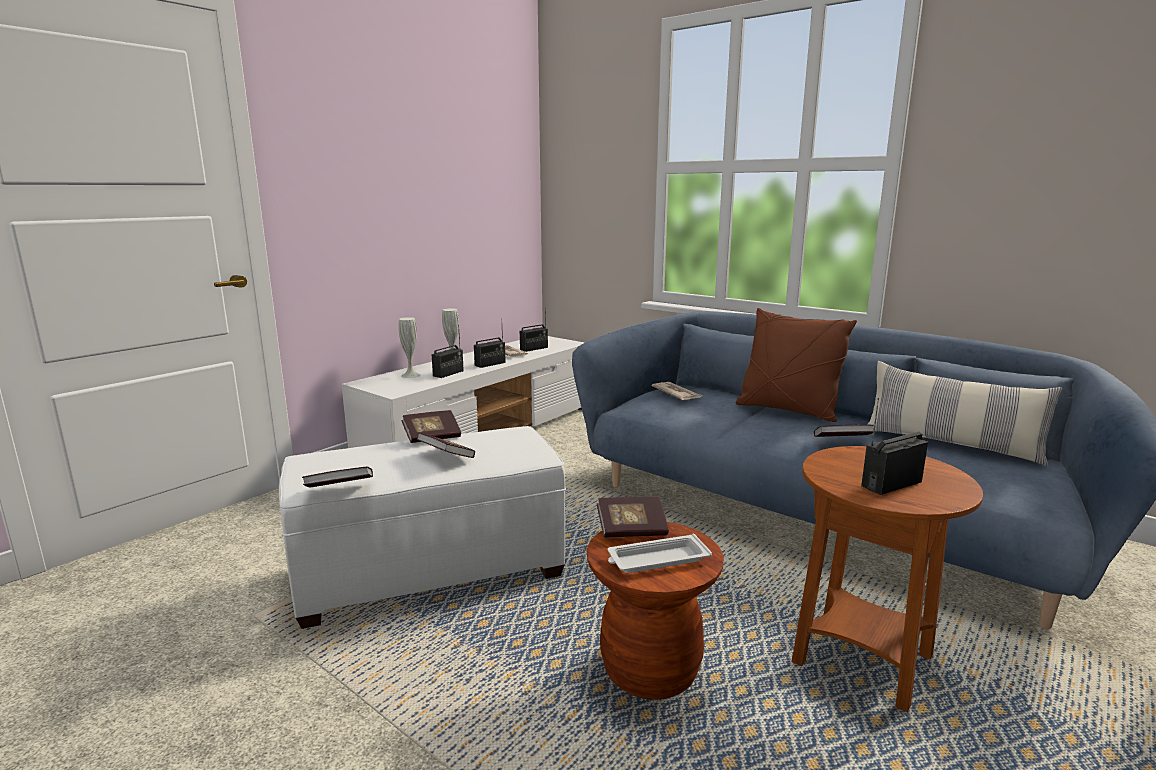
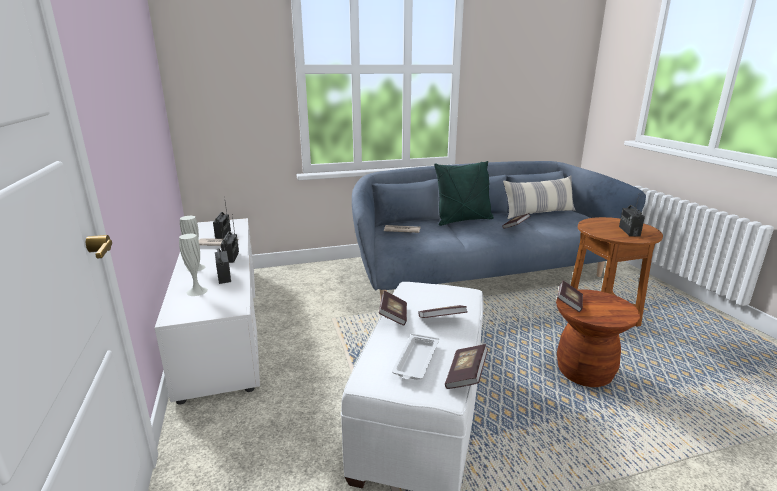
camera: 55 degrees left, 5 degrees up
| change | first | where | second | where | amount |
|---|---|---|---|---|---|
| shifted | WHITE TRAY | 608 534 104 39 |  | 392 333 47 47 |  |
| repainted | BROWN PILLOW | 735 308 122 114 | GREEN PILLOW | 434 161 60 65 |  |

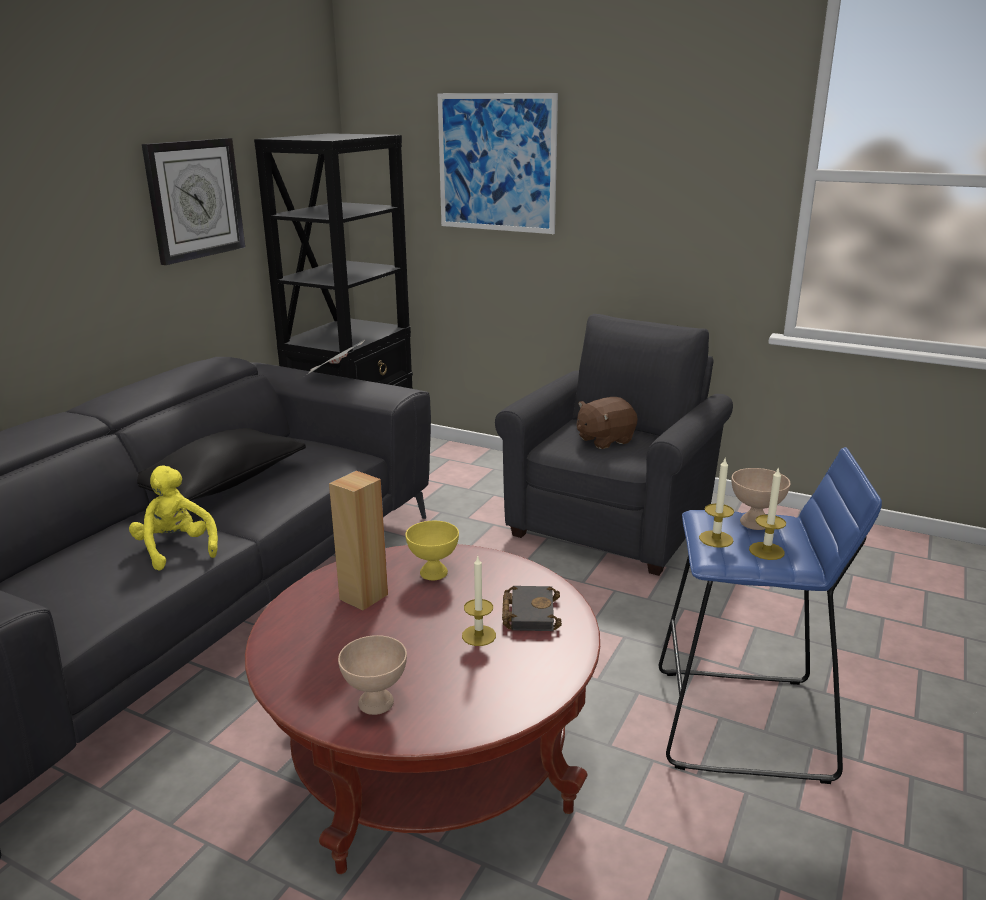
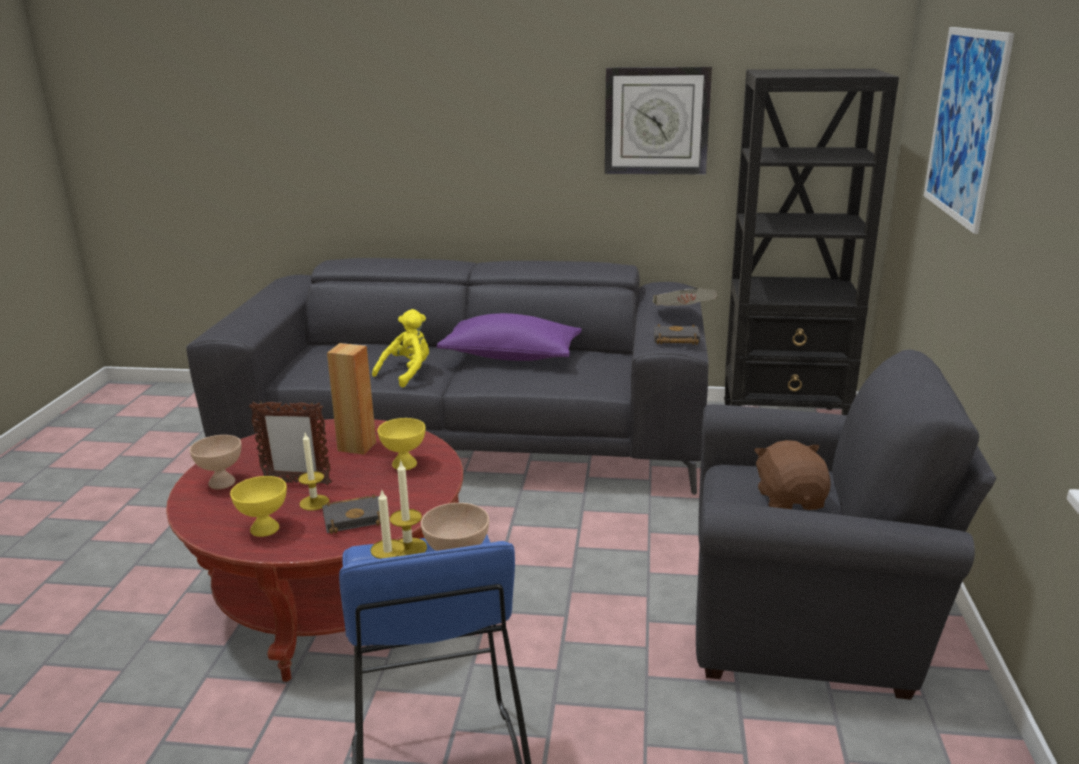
camera: 70 degrees right, 0 degrees up
| change | first | where | second | where | amount |
|---|---|---|---|---|---|
| repainted | BLACK PILLOW | 137 428 169 73 | PURPLE PILLOW | 436 313 146 48 |  |
| rotated | BROWN PLUSH TOY | 577 397 61 52 |  | 754 440 76 70 | 45 degrees clockwise |
| new |  |  | YELLOW BOWL | 230 476 57 61 |  |
| new |  |  | PICTURE FRAME | 249 401 83 84 |  |
| new |  |  | BLACK BOOK | 654 324 46 21 |  |

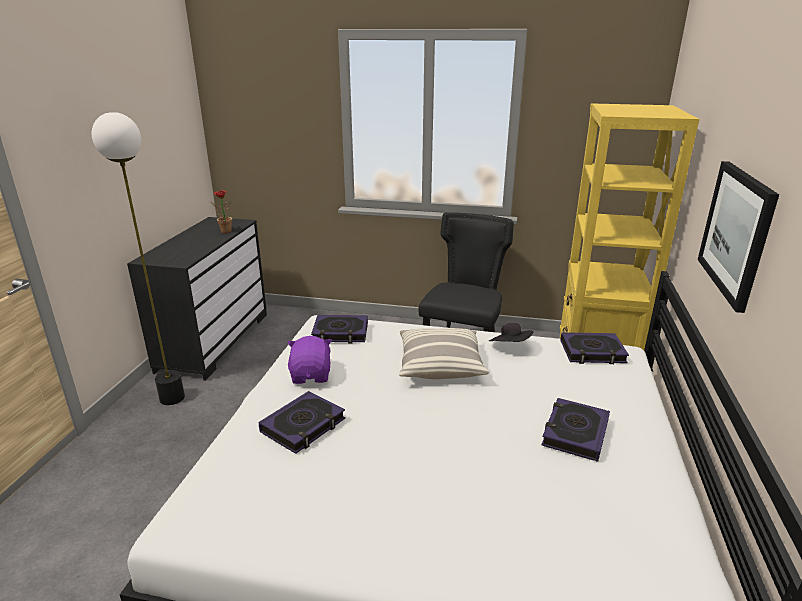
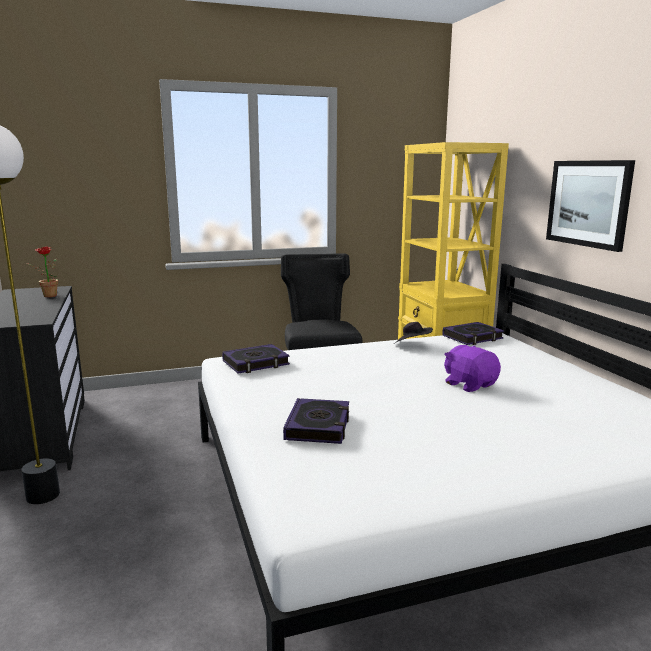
camera: 30 degrees left, 10 degrees down
| change | first | where | second | where | amount |
|---|---|---|---|---|---|
| shifted | PURPLE PLUSH TOY | 287 336 45 48 |  | 444 345 57 47 |  |
| gone | PILLOW | 399 328 90 51 |  |  |  |
| gone | BOOK | 541 398 69 64 |  |  |  |

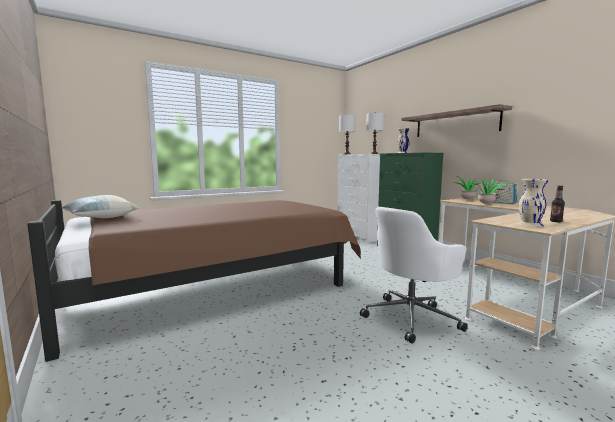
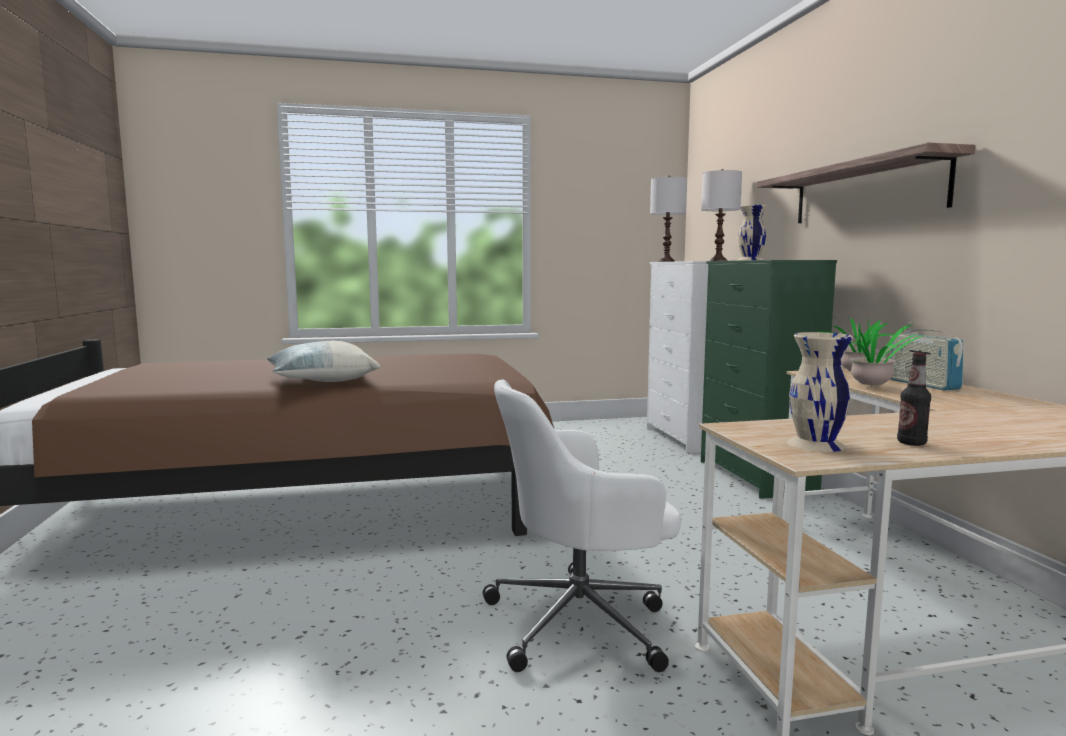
camera: 20 degrees right, 0 degrees up
| change | first | where | second | where | amount |
|---|---|---|---|---|---|
| shifted | PILLOW | 61 195 78 23 |  | 267 341 114 41 |  |

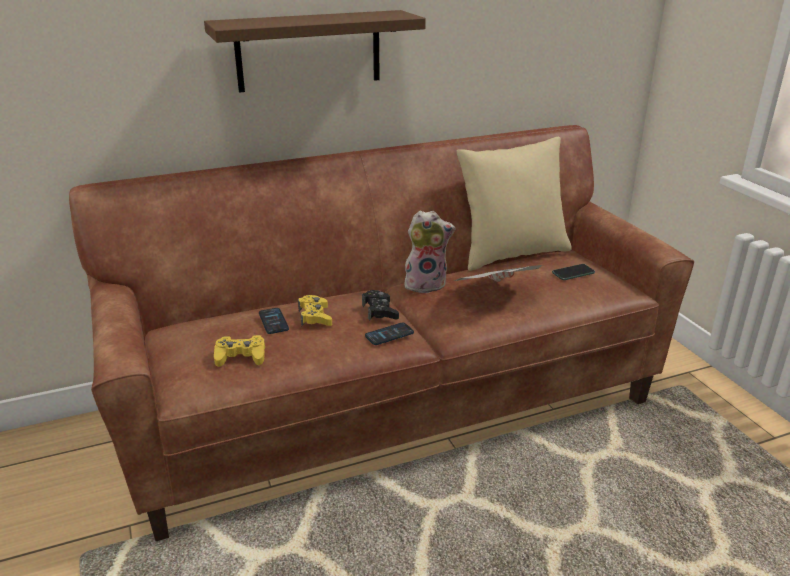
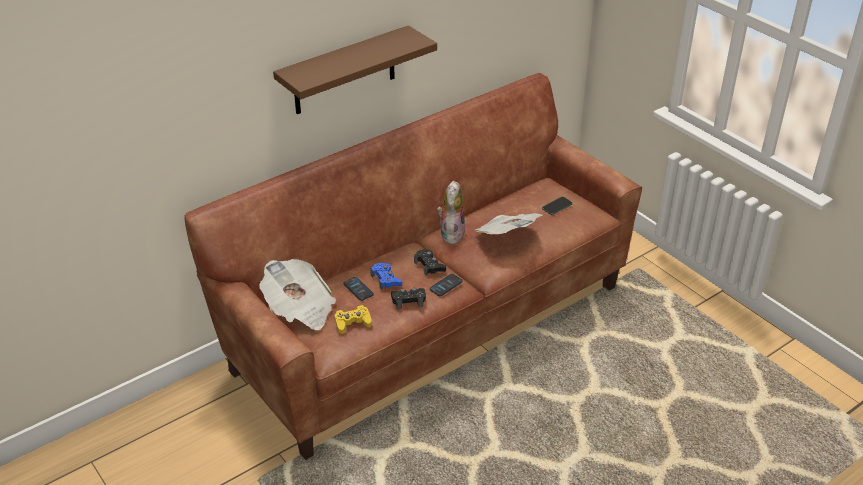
camera: 15 degrees left, 10 degrees up
| change | first | where | second | where | amount |
|---|---|---|---|---|---|
| repainted | YELLOW GAME CONTROLLER | 298 295 34 31 | BLUE GAME CONTROLLER | 371 263 31 27 |  |
| rotated | PLUSH TOY | 404 210 51 84 |  | 437 181 28 63 | 60 degrees counterclockwise |
| gone | BEIGE PILLOW | 457 137 115 134 |  |  |  |
| new |  |  | NEWSPAPER | 259 259 77 71 |  |
| new |  |  | BLACK GAME CONTROLLER | 391 288 35 21 |  |

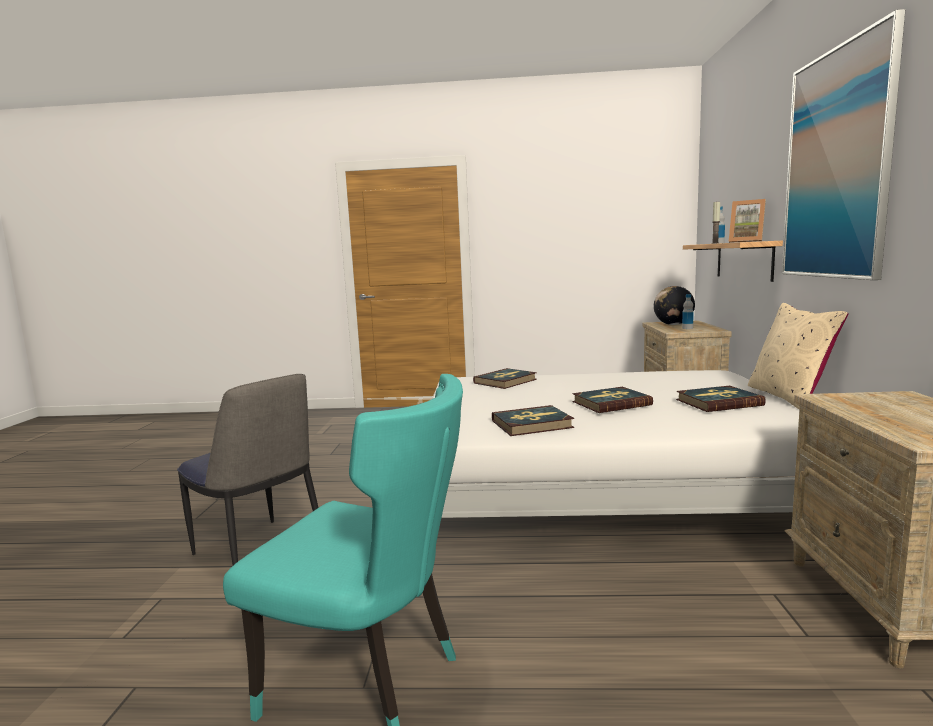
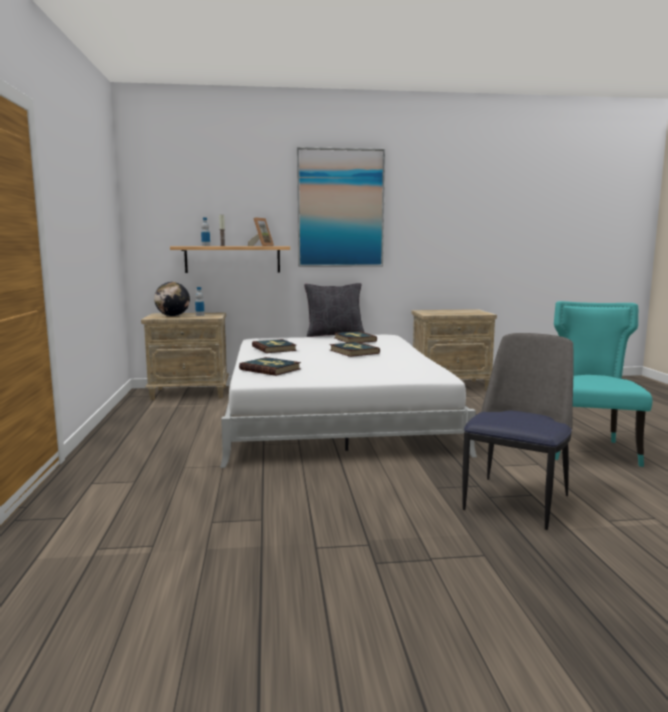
camera: 100 degrees left, 0 degrees up
| change | first | where | second | where | amount |
|---|---|---|---|---|---|
| shifted | BOOK | 492 405 82 31 |  | 252 339 45 14 |  |
| repainted | BEIGE PILLOW | 748 303 100 106 | BLACK PILLOW | 304 283 61 54 |  |

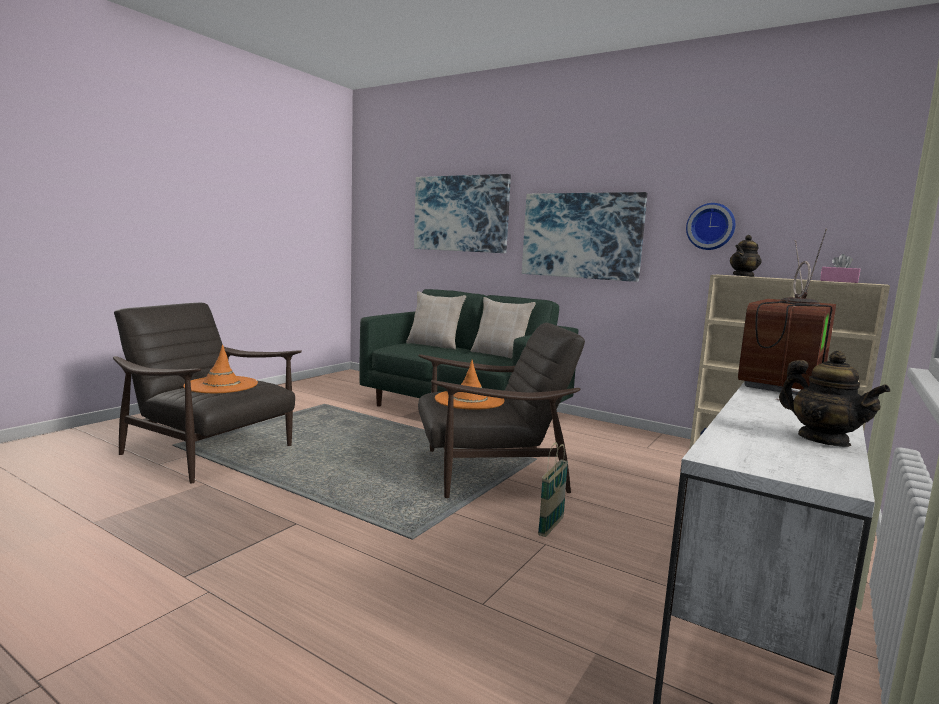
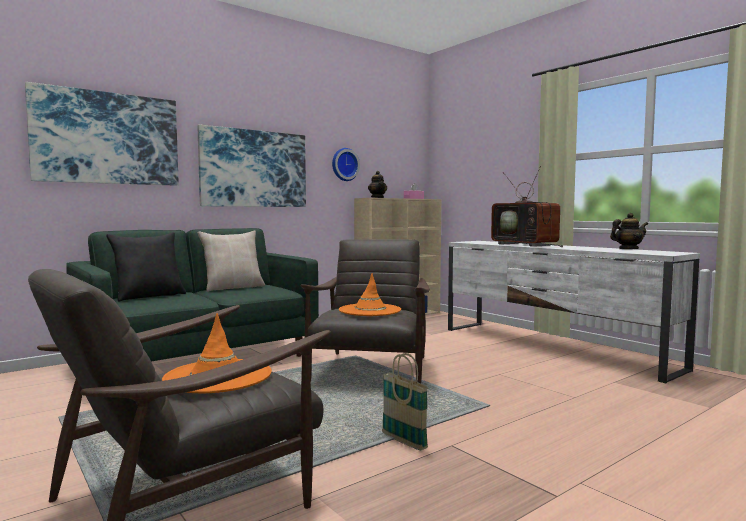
camera: 70 degrees left, 5 degrees down
| change | first | where | second | where | amount |
|---|---|---|---|---|---|
| repainted | BEIGE PILLOW | 406 291 60 59 | BLACK PILLOW | 106 232 80 70 |  |
| shifted | BASKET | 538 442 30 95 |  | 382 353 47 97 |  |

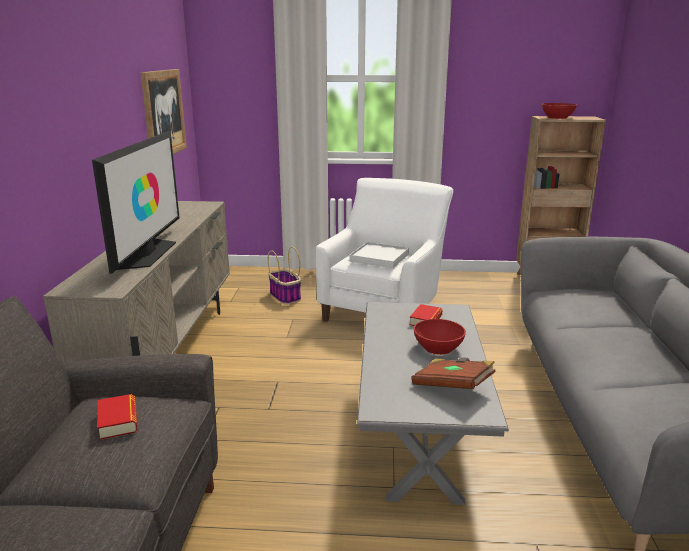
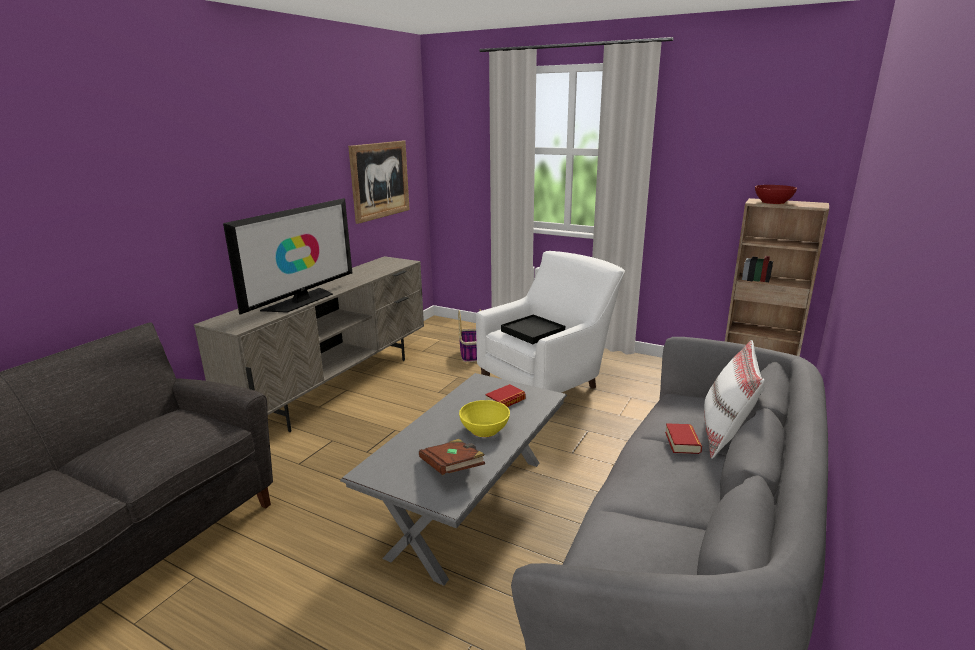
camera: 25 degrees right, 0 degrees up
| change | first | where | second | where | amount |
|---|---|---|---|---|---|
| shifted | BOOK | 97 394 41 46 |  | 665 423 37 31 |  |
| repainted | WHITE TRAY | 349 242 60 26 | BLACK TRAY | 501 314 64 30 |  |
| repainted | RED BOWL | 414 319 52 36 | YELLOW BOWL | 459 400 51 37 |  |
| new |  |  | WHITE PILLOW | 704 340 61 119 |  |

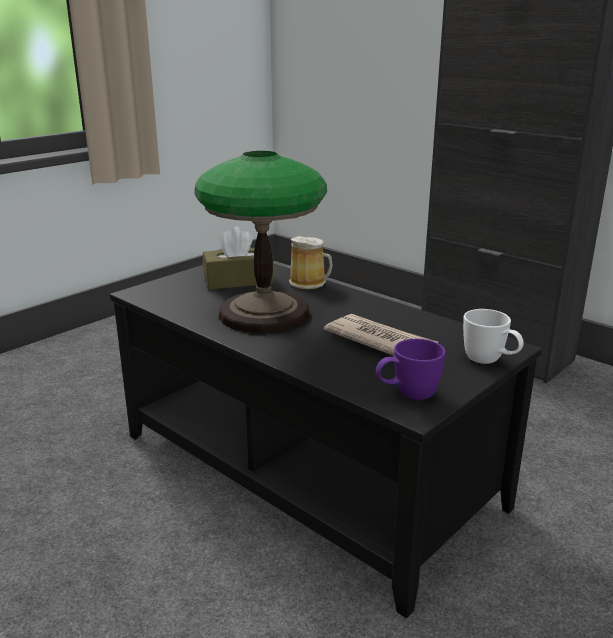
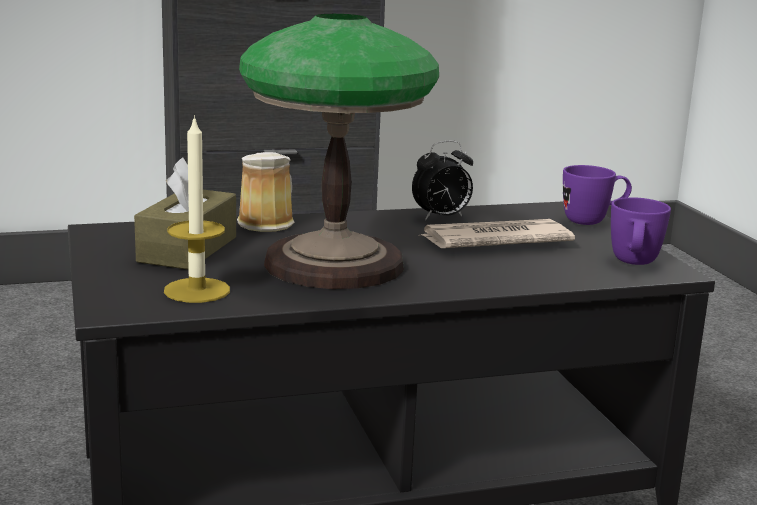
camera: 60 degrees left, 5 degrees down
| change | first | where | second | where | amount |
|---|---|---|---|---|---|
| repainted | WHITE MUG | 463 309 61 55 | PURPLE MUG | 563 165 69 60 |  |
| new |  |  | CANDLE | 164 115 66 188 |  |
| new |  |  | ALARM CLOCK | 412 141 61 79 |  |

